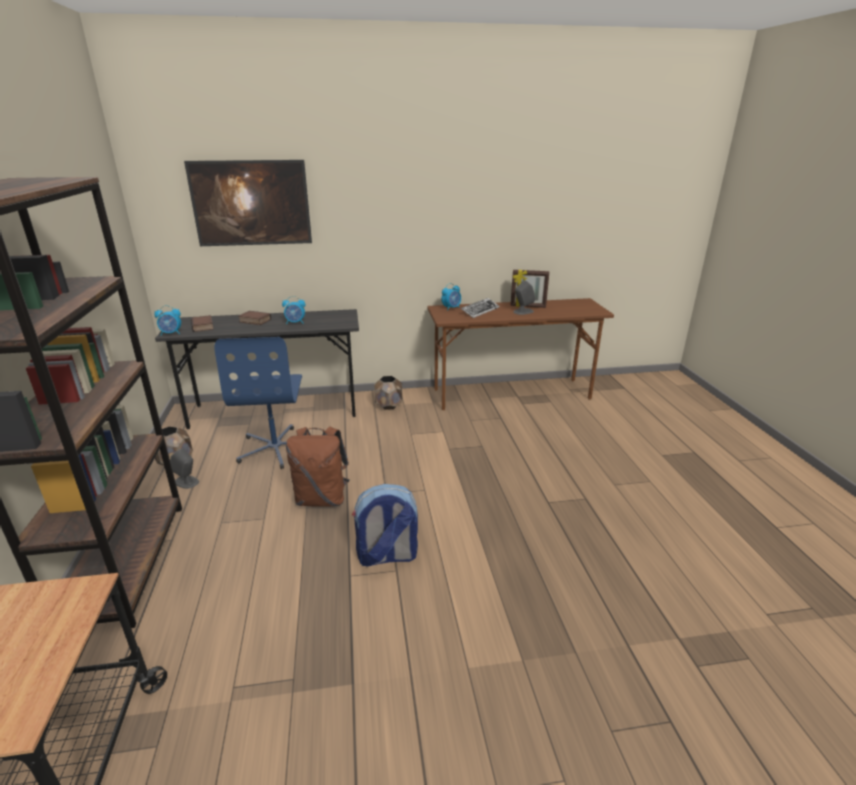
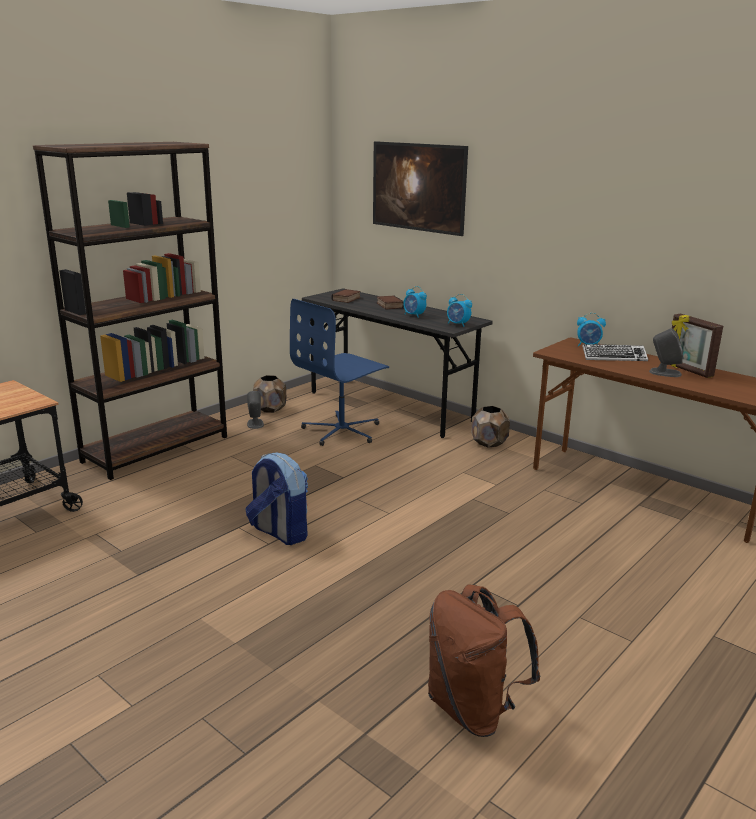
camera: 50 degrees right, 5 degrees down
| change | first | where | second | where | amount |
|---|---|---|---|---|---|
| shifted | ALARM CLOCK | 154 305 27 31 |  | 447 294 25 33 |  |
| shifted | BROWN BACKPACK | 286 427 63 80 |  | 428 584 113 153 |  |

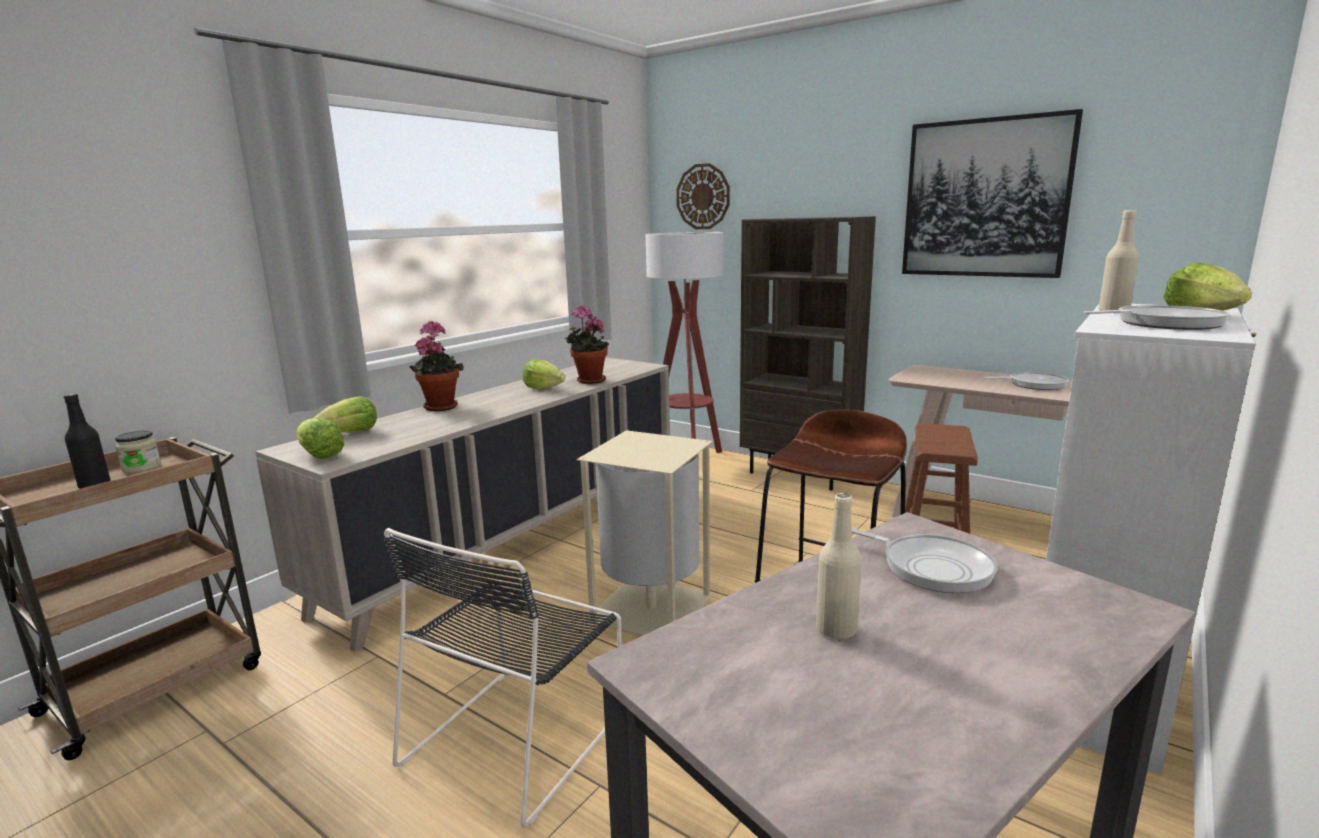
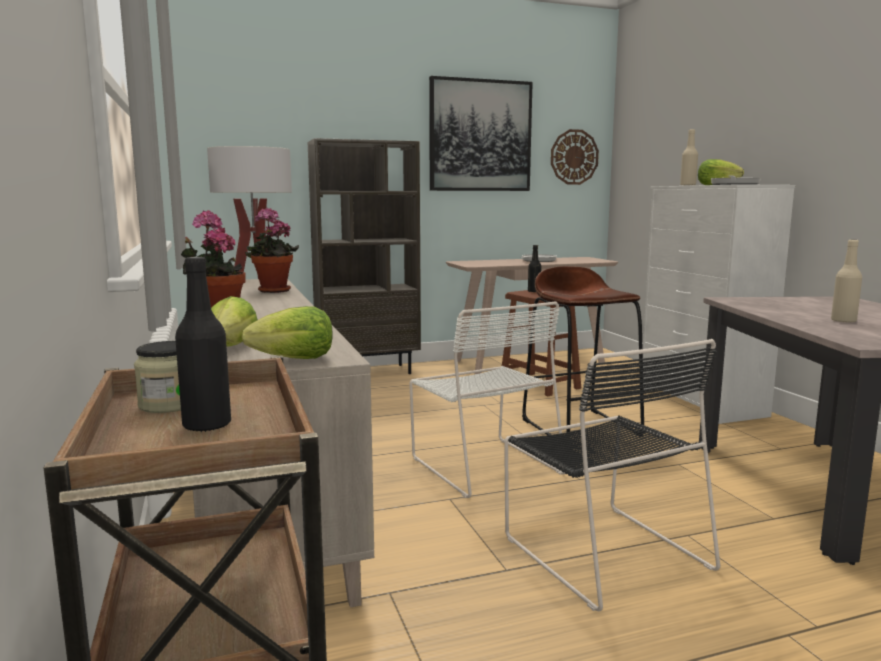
camera: 55 degrees left, 5 degrees down
| change | first | where | second | where | amount |
|---|---|---|---|---|---|
| gone | LETTUCE | 523 360 42 30 |  |  |  |
| swapped | BEIGE TRASH CAN | 576 430 137 205 | WHITE CHAIR | 409 301 156 197 |  |
| shifted | WALL CLOCK | 676 163 54 66 |  | 551 129 48 56 |  |
| gone | FRYING PAN | 851 528 146 65 |  |  |  |
| new |  |  | BLACK BOTTLE | 528 245 13 48 |  |

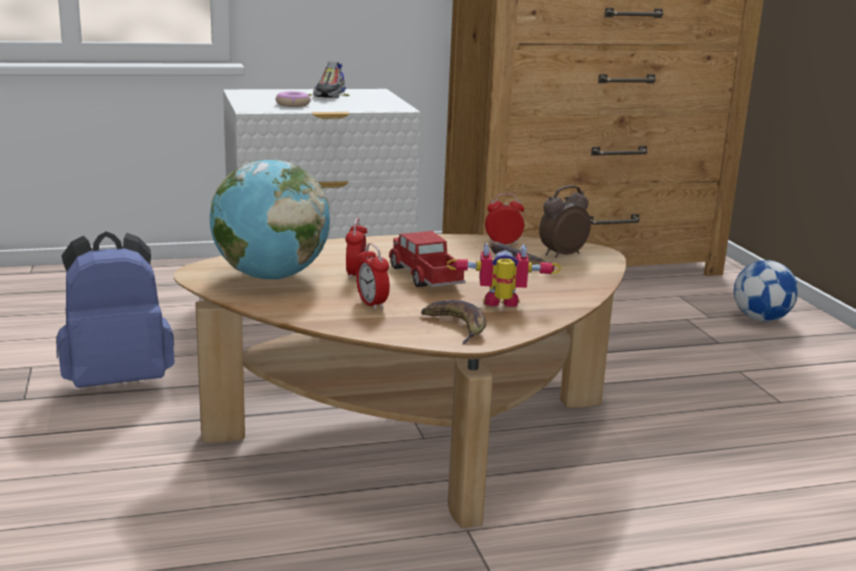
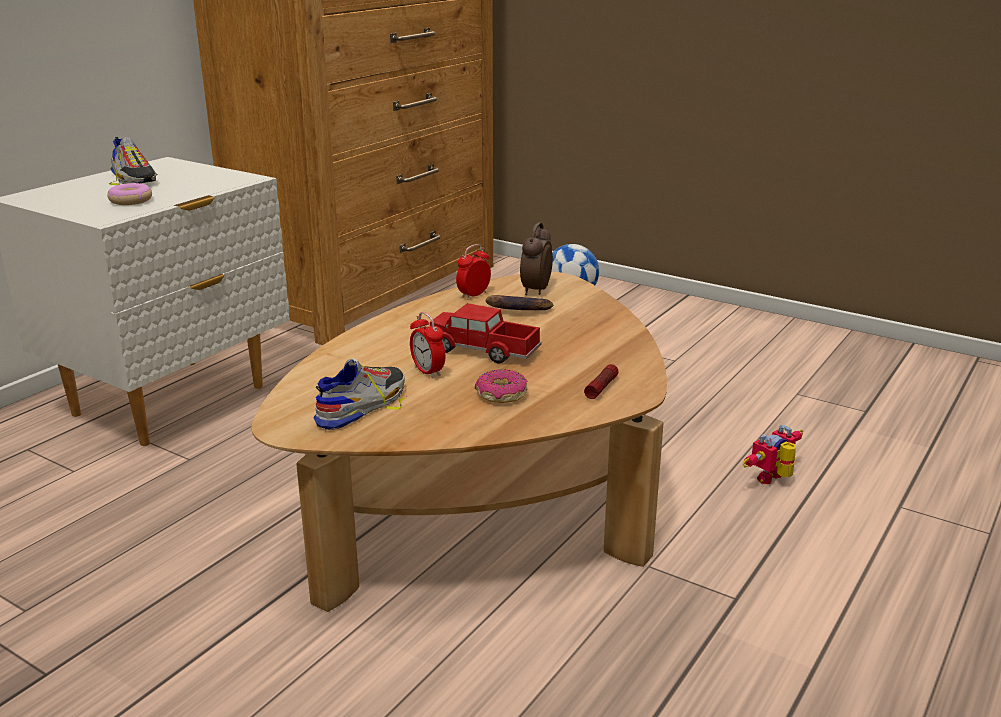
camera: 40 degrees left, 5 degrees up
| change | first | where | second | where | amount |
|---|---|---|---|---|---|
| gone | BLUE BACKPACK | 56 232 119 156 |  |  |  |
| swapped | GLOBE | 210 160 120 120 | SHOE | 313 358 92 72 |  |
| swapped | ALARM CLOCK | 356 243 34 67 | DONUT | 475 369 52 34 |  |
| swapped | BANANA | 421 300 65 45 | FLASHLIGHT | 584 364 35 35 |  |
| shifted | TOY ROBOT | 446 243 115 64 |  | 742 425 62 59 |  |

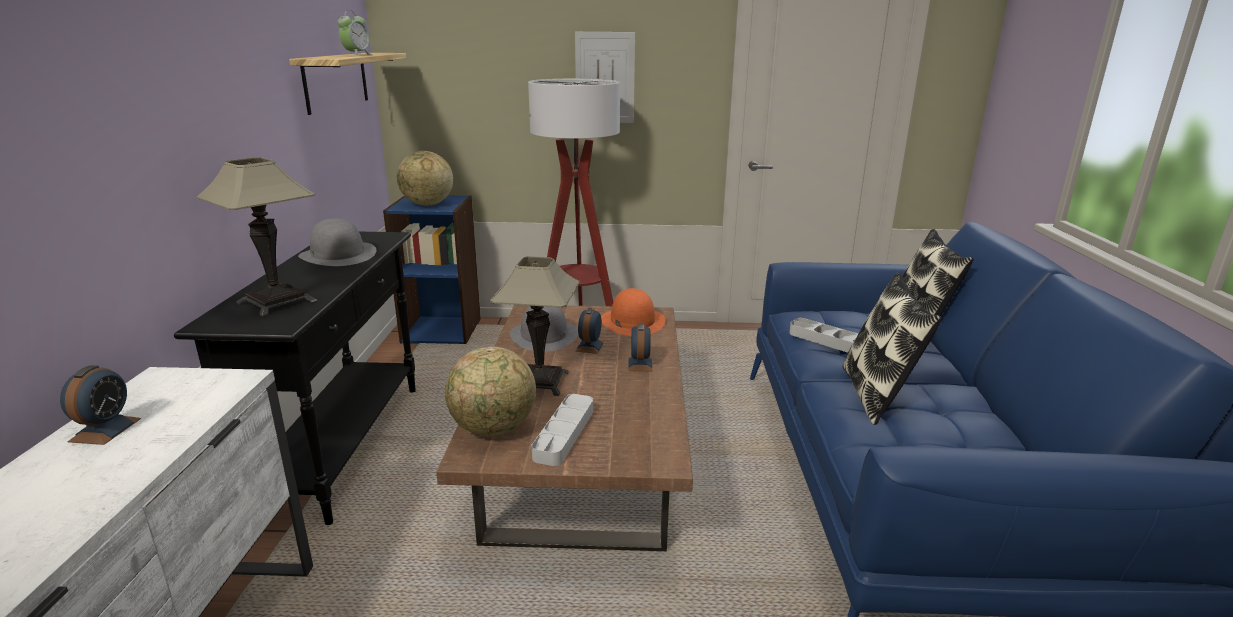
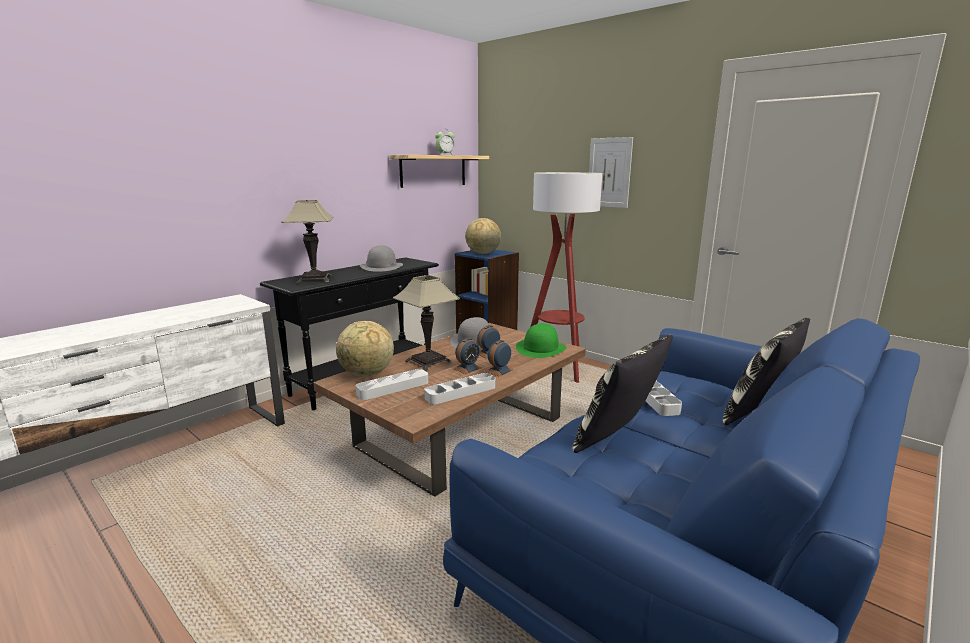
camera: 40 degrees right, 5 degrees down
| change | first | where | second | where | amount |
|---|---|---|---|---|---|
| shifted | ALARM CLOCK | 60 365 81 80 |  | 454 338 27 36 |  |
| repainted | ORANGE HAT | 601 288 64 48 | GREEN HAT | 516 323 50 35 |  |
| new |  |  | GREY TRAY | 424 373 71 31 |  |

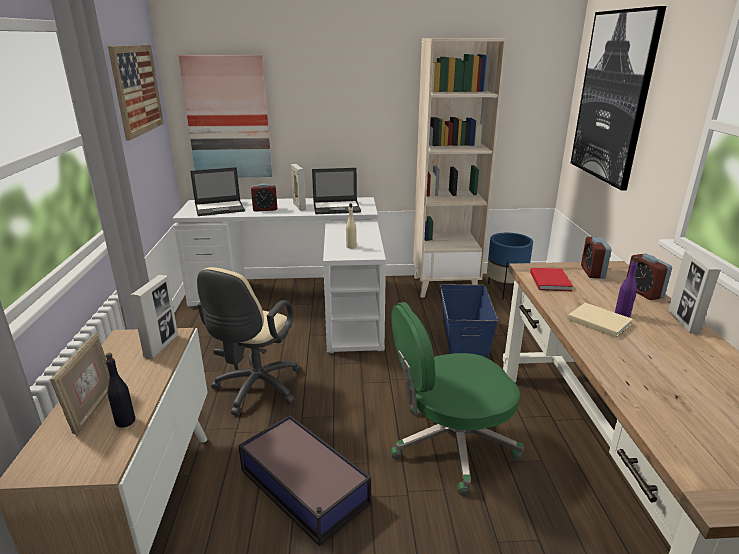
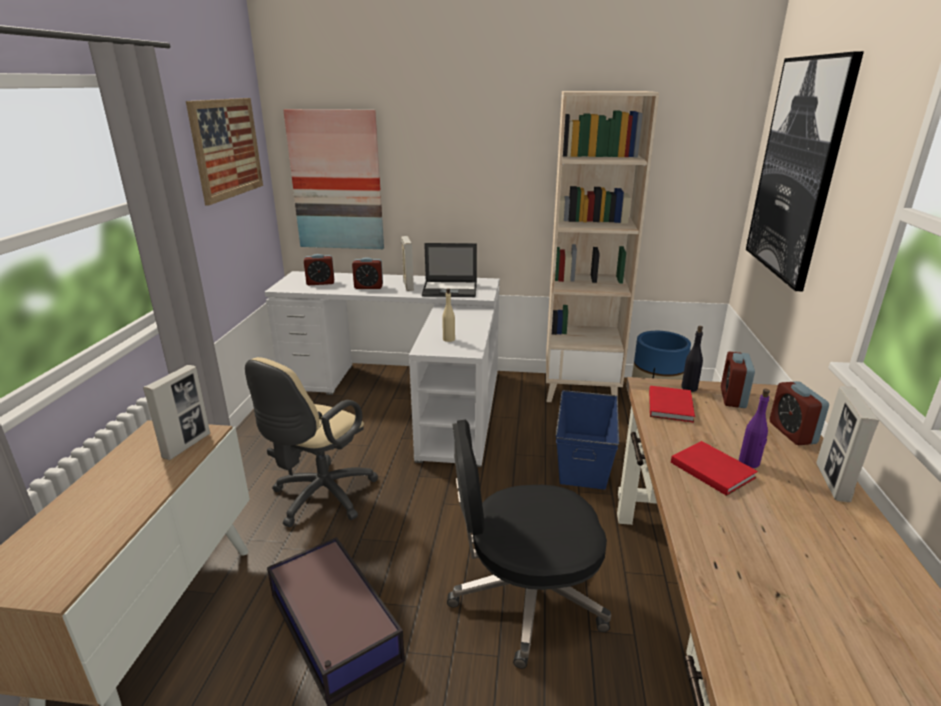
camera: 10 degrees right, 0 degrees up
| change | first | where | second | where | amount |
|---|---|---|---|---|---|
| gone | PICTURE FRAME | 50 333 60 103 |  |  |  |
| shifted | BLACK BOTTLE | 106 353 29 75 |  | 681 326 22 66 |  |
| swapped | LAPTOP | 190 167 55 49 | ALARM CLOCK | 304 254 30 31 |  |
| repainted | GREEN OFFICE CHAIR | 391 302 133 194 | BLACK OFFICE CHAIR | 447 420 164 249 |  |
| repainted | BEIGE BOOK | 568 303 65 35 | RED BOOK | 671 441 87 55 |  |

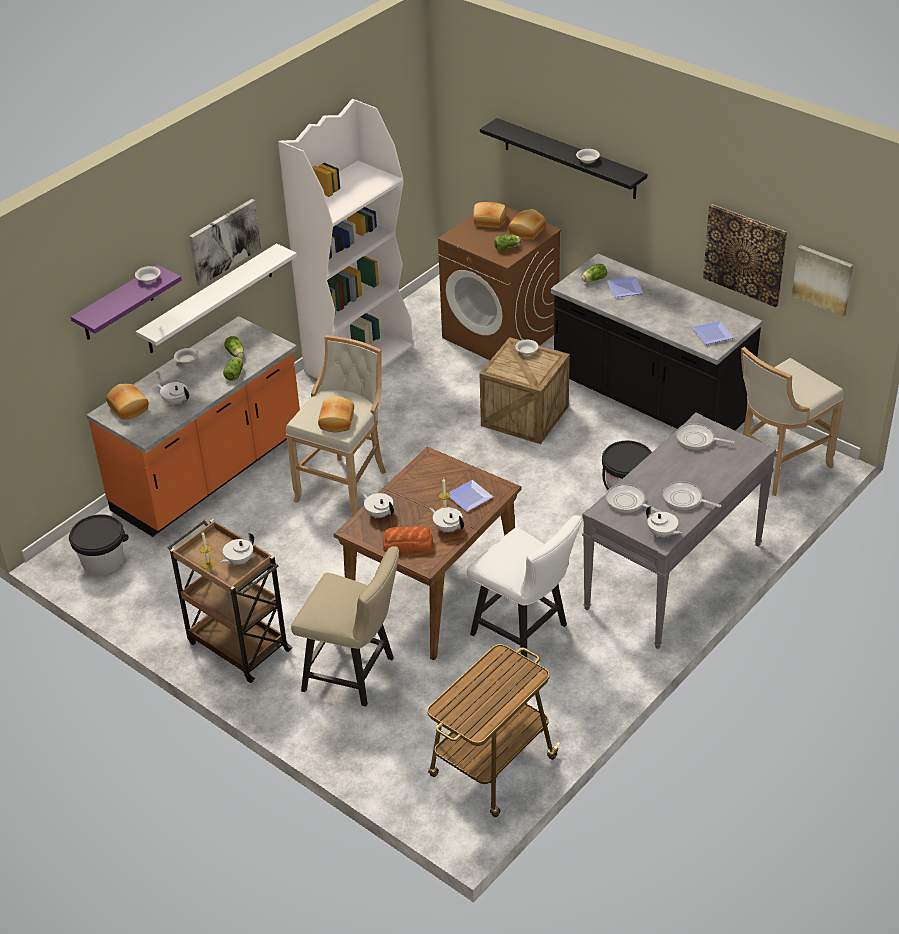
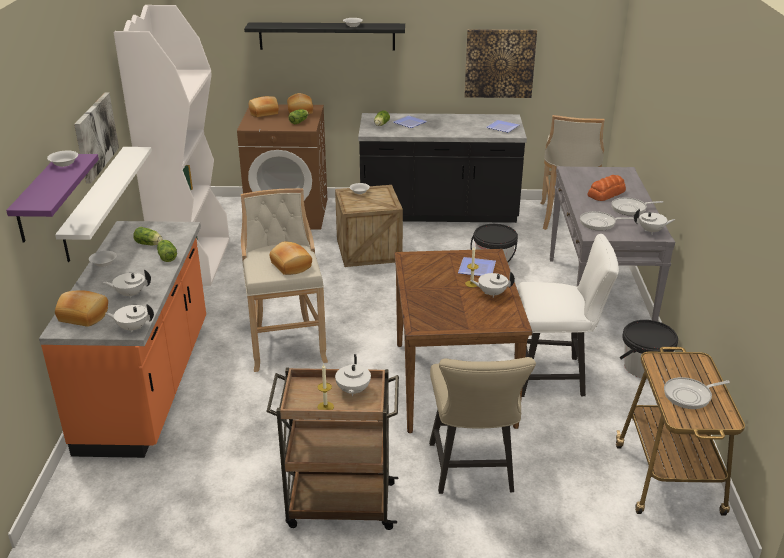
camera: 40 degrees left, 10 degrees down
| change | first | where | second | where | amount |
|---|---|---|---|---|---|
| shifted | BLACK BUCKET | 69 514 59 62 |  | 619 320 59 59 |  |
| rotated | BEIGE CHAIR | 291 546 108 161 |  | 429 357 107 137 | 105 degrees clockwise |
| shifted | WHITE TEAPOT | 362 493 32 25 |  | 105 304 49 29 |  |
| shifted | BREAD | 383 526 50 27 |  | 587 175 39 26 |  |
| shifted | FRYING PAN | 676 423 58 27 |  | 664 377 66 32 |  |
| gone | PICTURE | 792 245 61 72 |  |  |  |

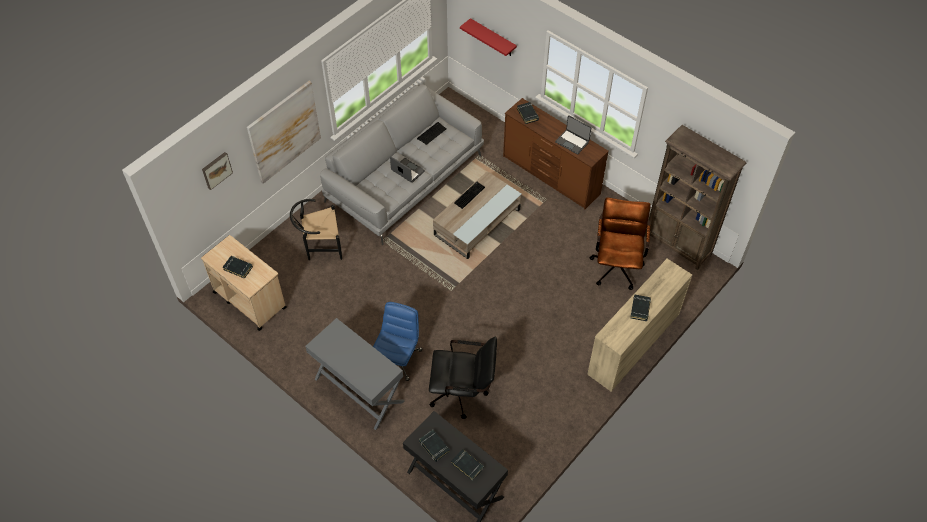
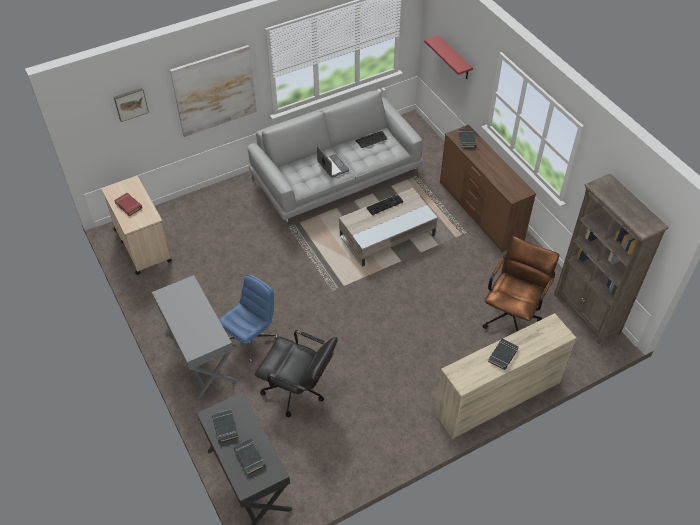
camera: 20 degrees right, 5 degrees down
| change | first | where | second | where | amount |
|---|---|---|---|---|---|
| repainted | BLACK BOOK | 223 256 30 23 | RED BOOK | 114 193 28 23 |  |
| gone | BLACK CHAIR | 290 199 52 61 |  |  |  |
| gone | LAPTOP | 555 115 36 40 |  |  |  |

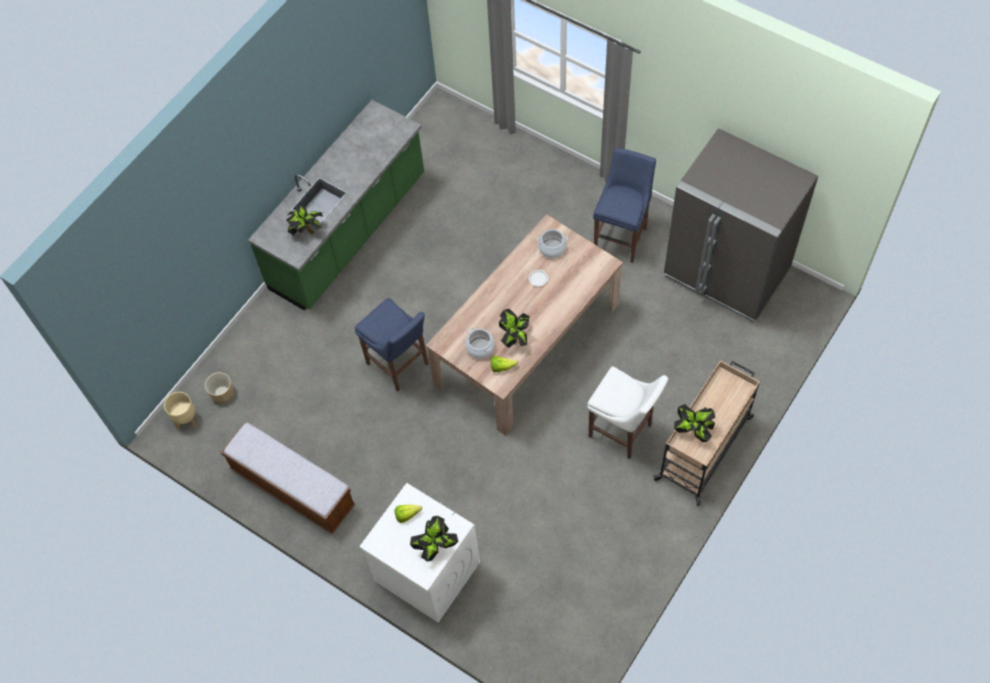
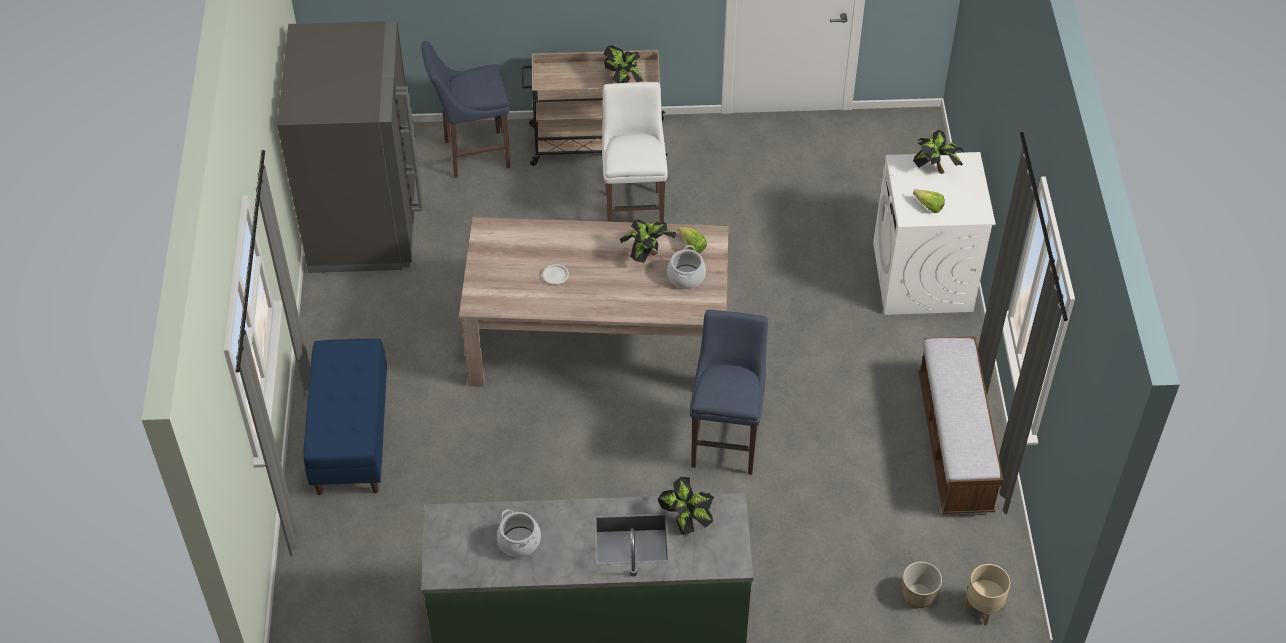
camera: 130 degrees left, 10 degrees down
| change | first | where | second | where | amount |
|---|---|---|---|---|---|
| shifted | COOKING POT | 537 229 31 29 |  | 497 509 44 48 |  |
| shifted | BLUE STOOL | 593 147 63 116 |  | 421 41 89 137 |  |
| new |  |  | BLUE BENCH | 304 339 83 156 |  |

